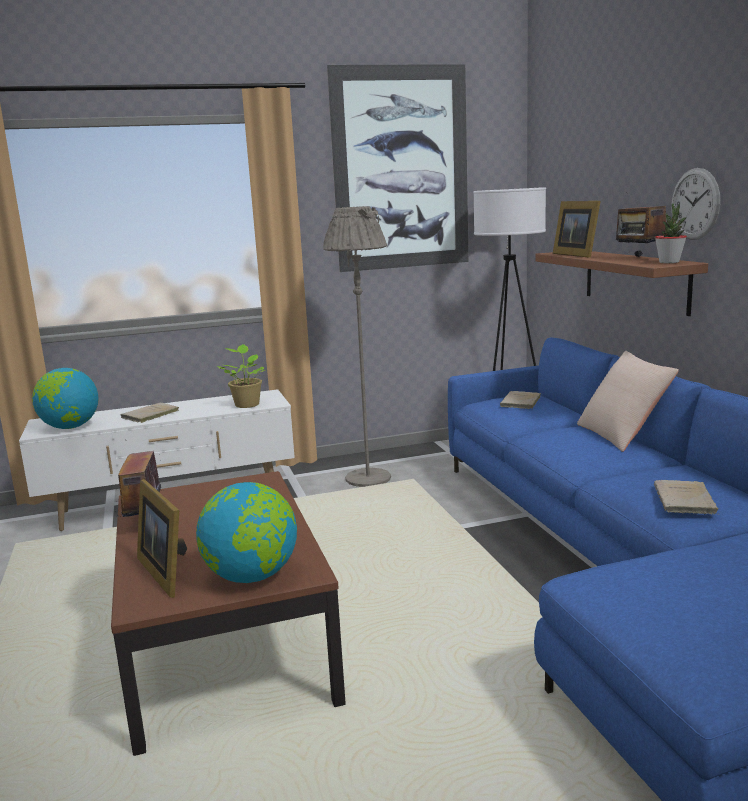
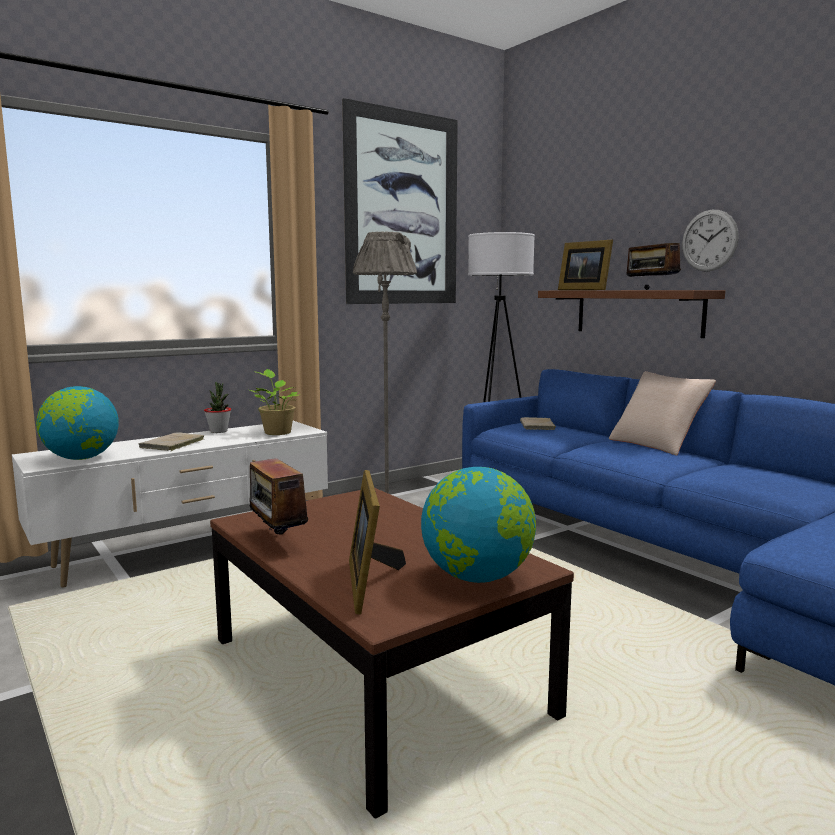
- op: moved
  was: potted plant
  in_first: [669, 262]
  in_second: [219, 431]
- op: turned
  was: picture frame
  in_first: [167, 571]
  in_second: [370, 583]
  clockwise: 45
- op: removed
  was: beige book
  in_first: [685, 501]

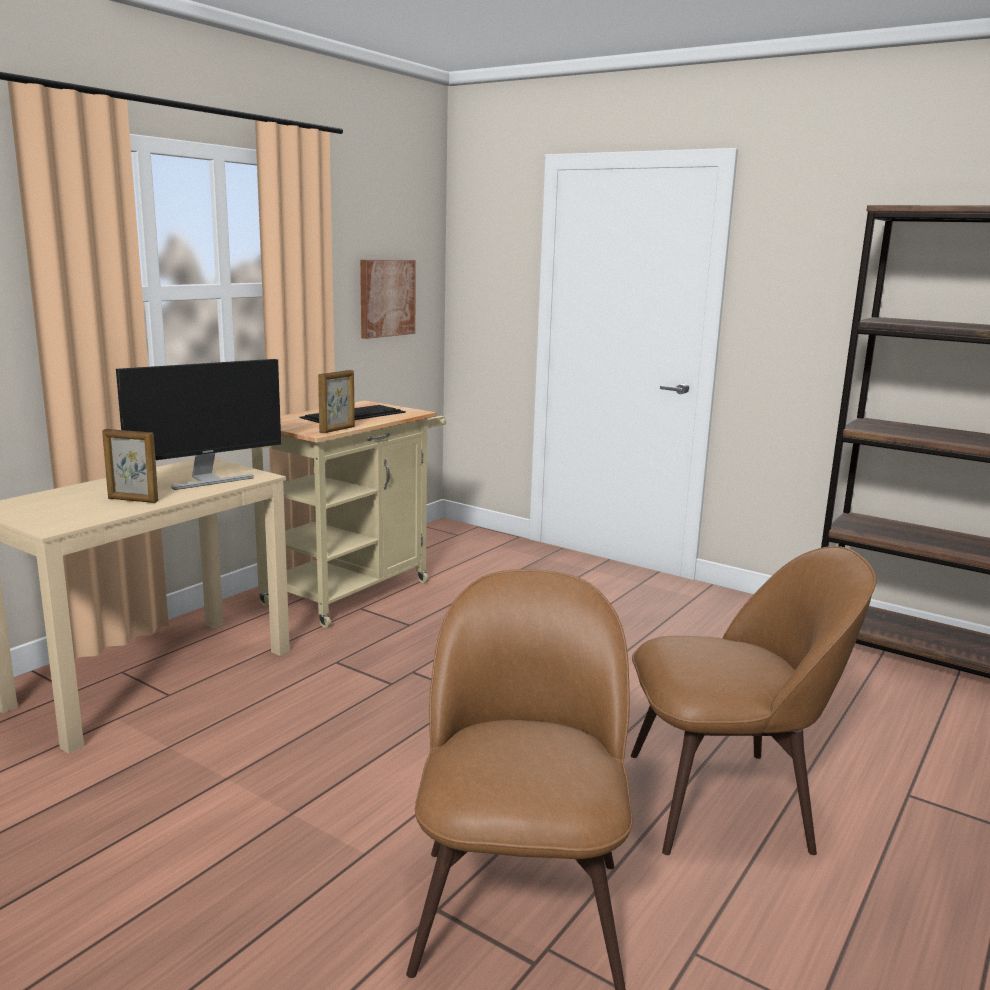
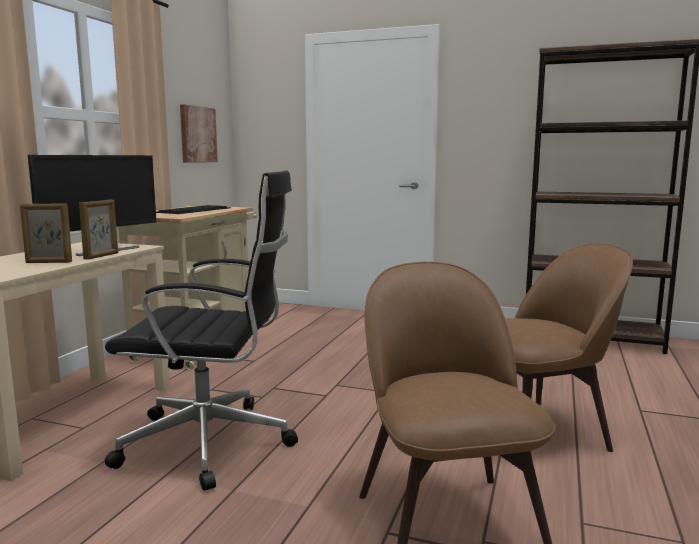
- op: moved
  was: picture frame
  in_first: [338, 430]
  in_second: [102, 256]
- op: added
  now: black office chair
  in_second: [212, 443]

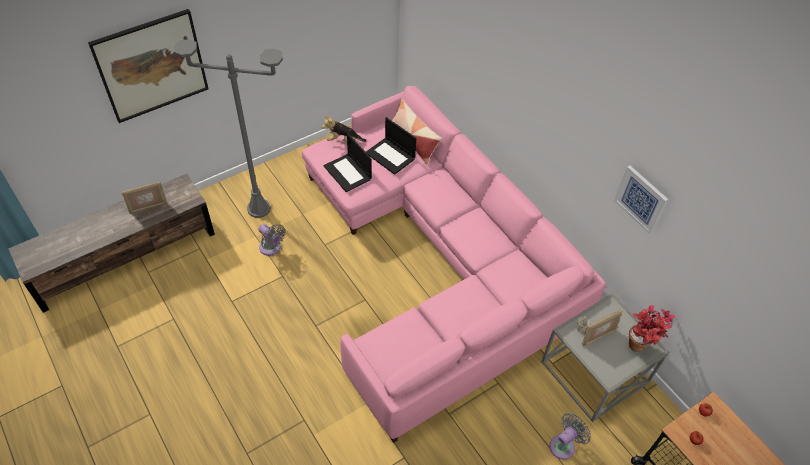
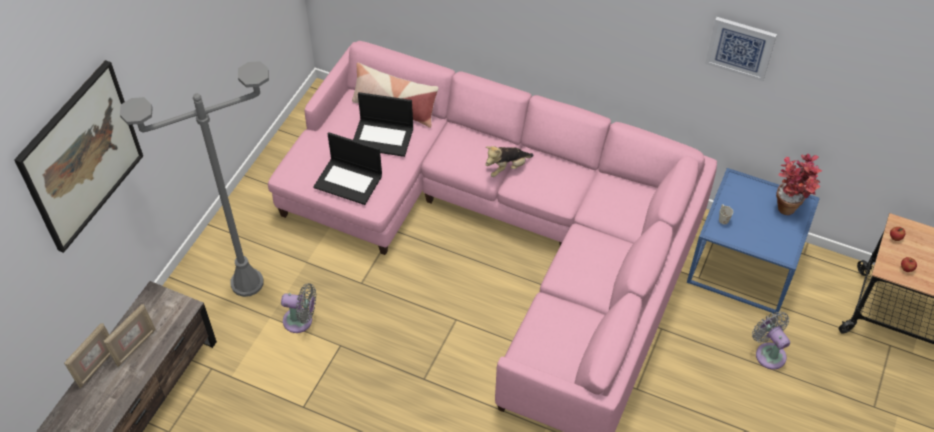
- op: moved
  was: picture frame
  in_first: [598, 336]
  in_second: [96, 366]
- op: moved
  was: soft toy
  in_first: [343, 140]
  in_second: [507, 168]
- op: recoloured
  was: greyish accent table
  now: bluish accent table
  in_first: [595, 372]
  in_second: [745, 263]
- op: turned
  was: greyish electric fan
  in_first: [564, 445]
  in_second: [768, 353]
  clockwise: -45

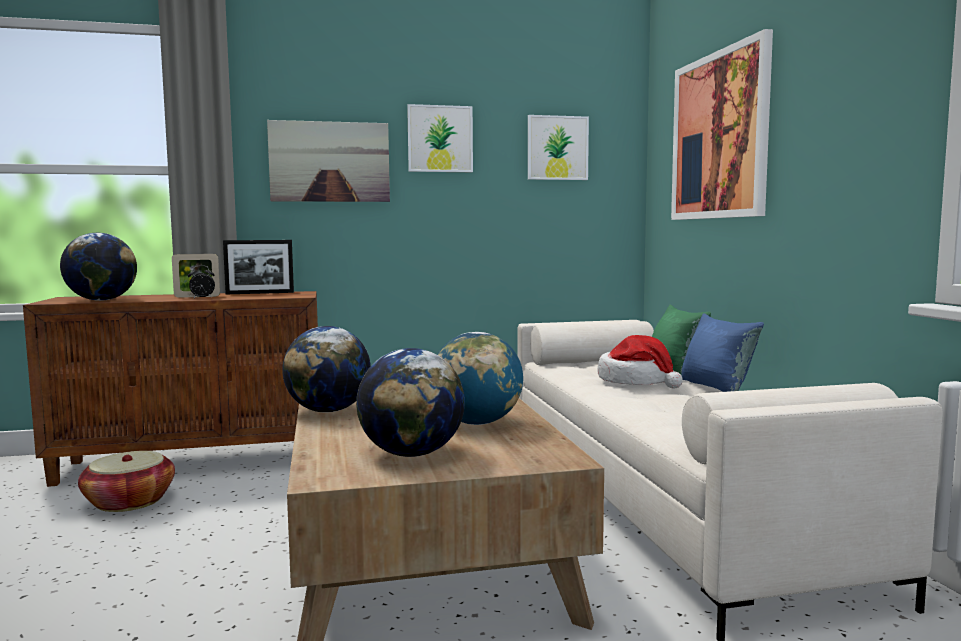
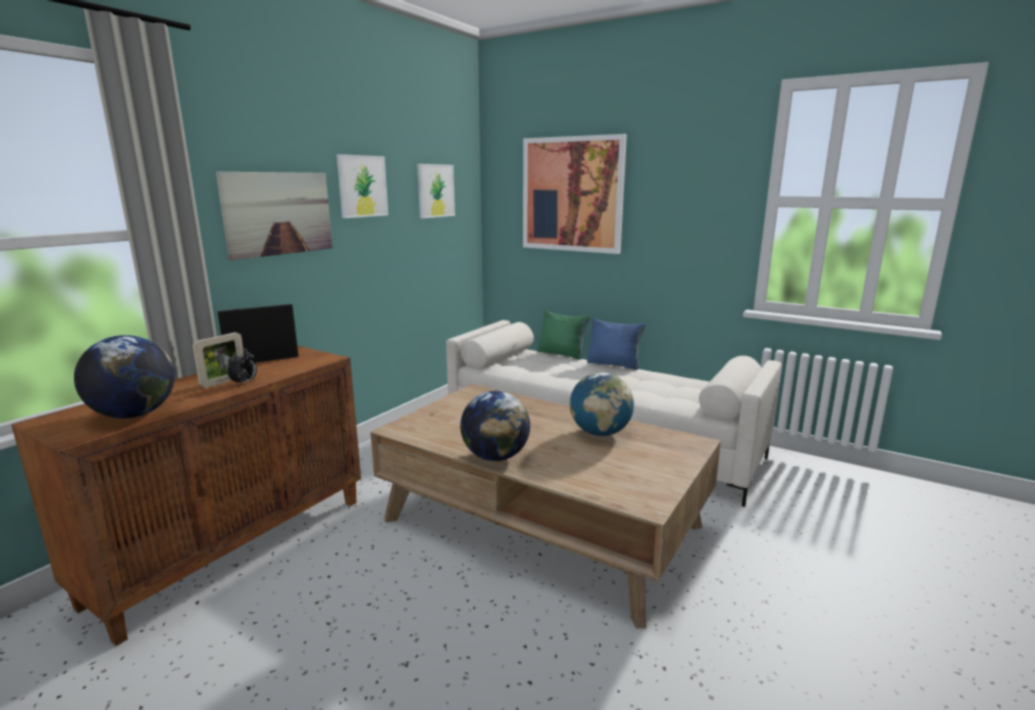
- op: turned
  was: picture frame
  in_first: [260, 293]
  in_second: [263, 361]
  clockwise: -150
- op: removed
  was: basket
  in_first: [129, 501]
- op: removed
  was: globe
  in_first: [412, 454]
- op: removed
  was: wearable hat
  in_first: [637, 381]

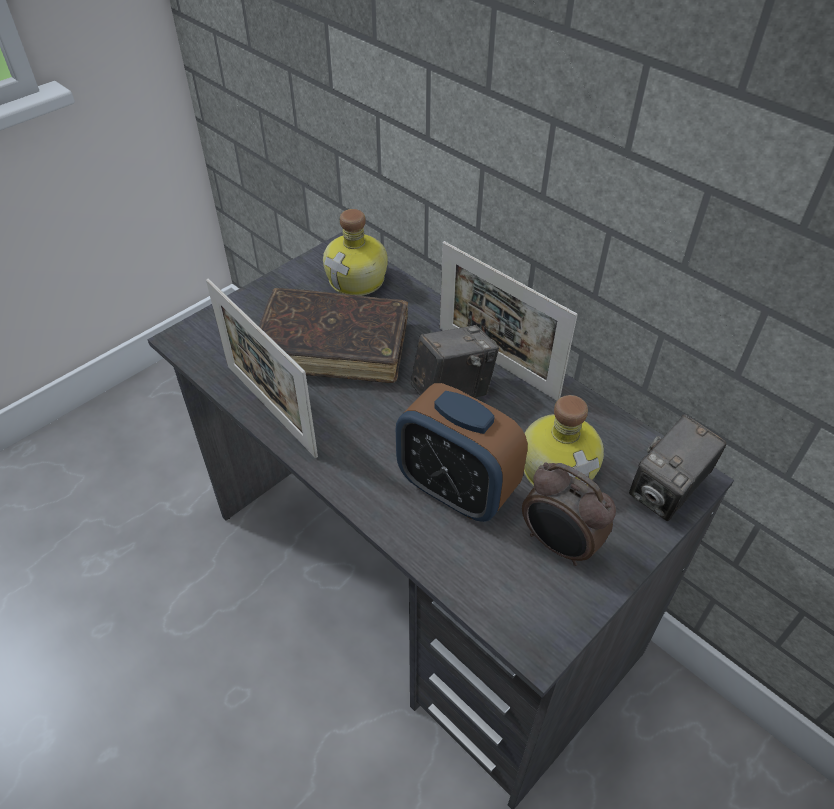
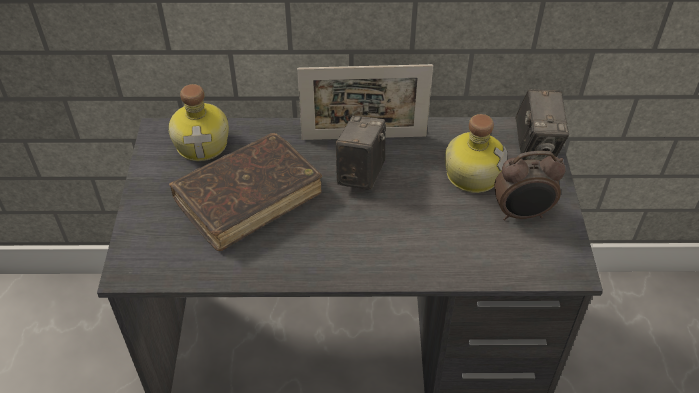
- op: removed
  was: picture frame
  in_first: [270, 409]
- op: removed
  was: alarm clock
  in_first: [456, 490]

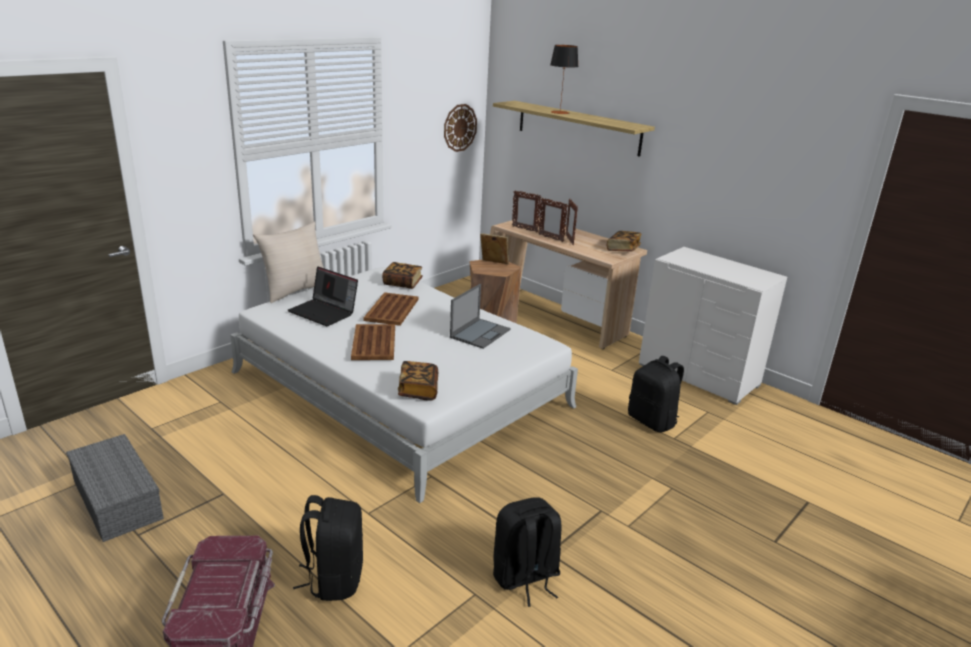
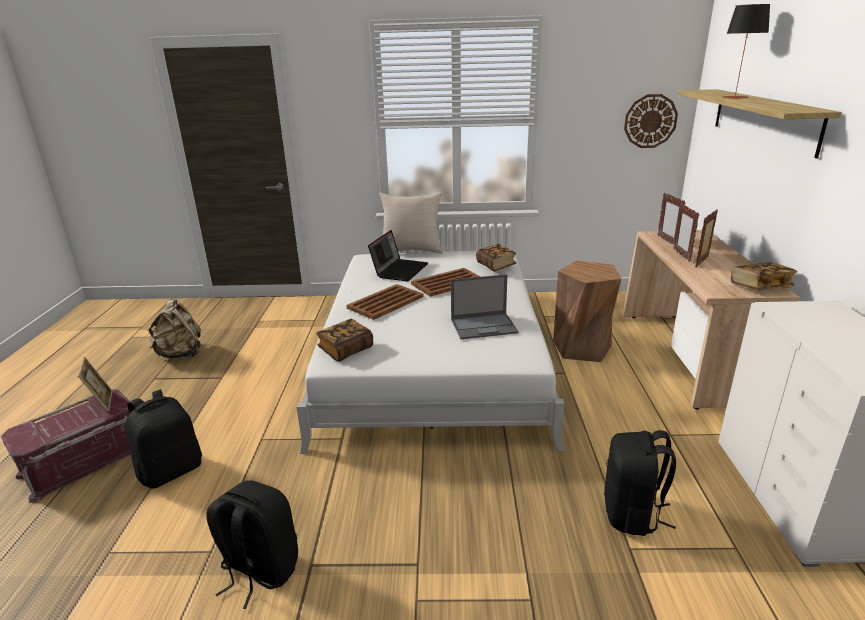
- op: moved
  was: picture frame
  in_first: [493, 263]
  in_second: [102, 402]
- op: replaced
  was: greyish storage bin
  now: beige rucksack
  in_first: [119, 500]
  in_second: [180, 354]
- op: turned
  was: laptop
  in_first: [324, 312]
  in_second: [399, 270]
  clockwise: -150

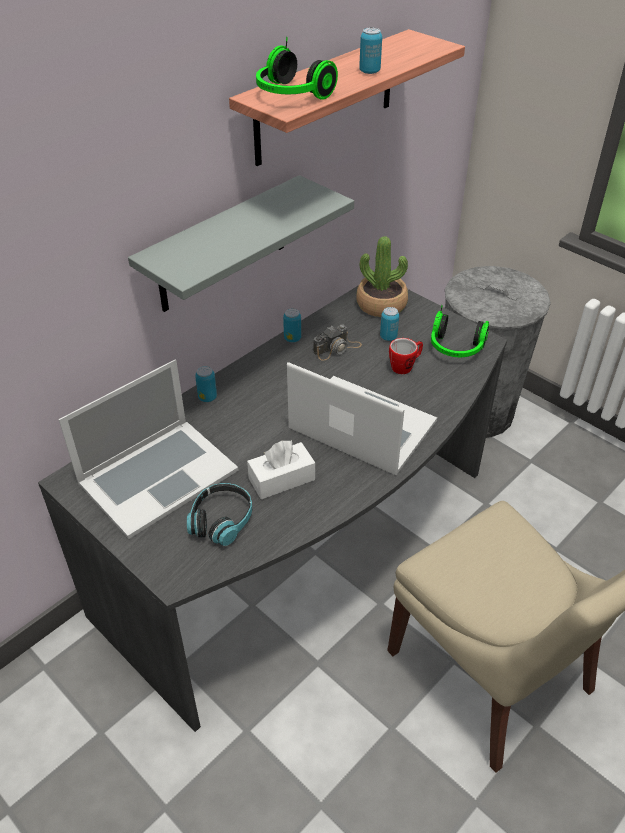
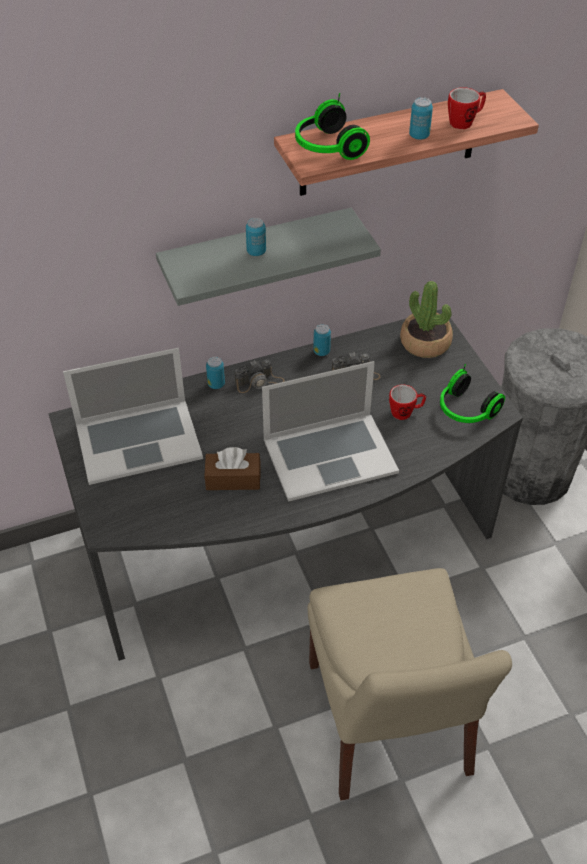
- op: recoloured
  was: white tissue holder
  now: brown-coloured tissue holder
  in_first: [281, 479]
  in_second: [233, 479]
- op: added
  now: still camera
  in_second: [259, 382]
- op: moved
  was: metal can
  in_first: [388, 337]
  in_second: [256, 252]
- op: turned
  was: laptop
  in_first: [361, 425]
  in_second: [329, 455]
  clockwise: 105
- op: added
  now: coffee mug
  in_second: [465, 122]
- op: removed
  was: headphones
  in_first: [221, 520]

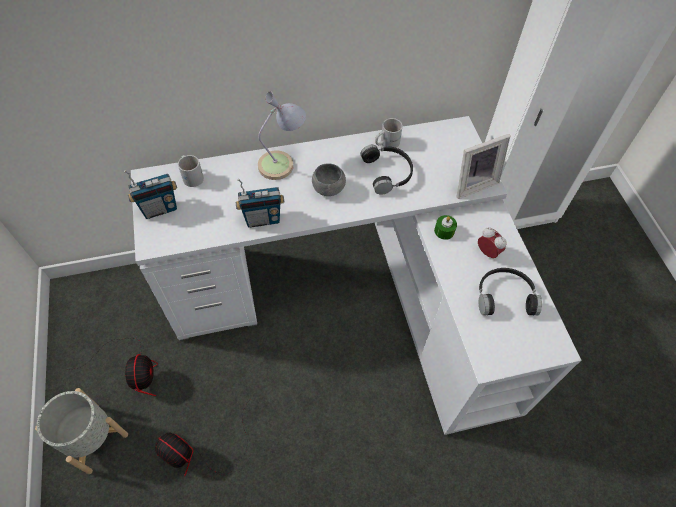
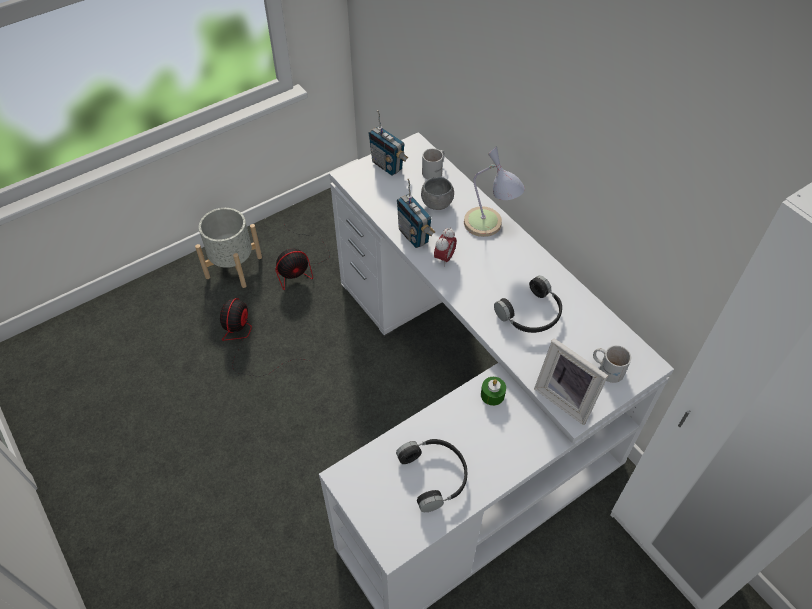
- op: moved
  was: greyish bowl
  in_first: [328, 188]
  in_second: [437, 203]
- op: moved
  was: alarm clock
  in_first: [487, 252]
  in_second: [444, 258]
- op: moved
  was: white coffee mug
  in_first: [386, 142]
  in_second: [607, 368]

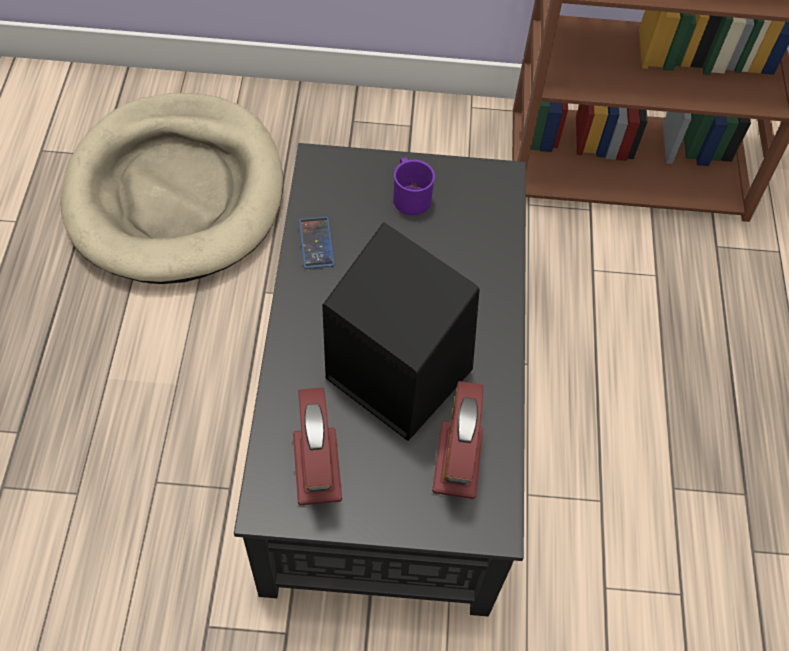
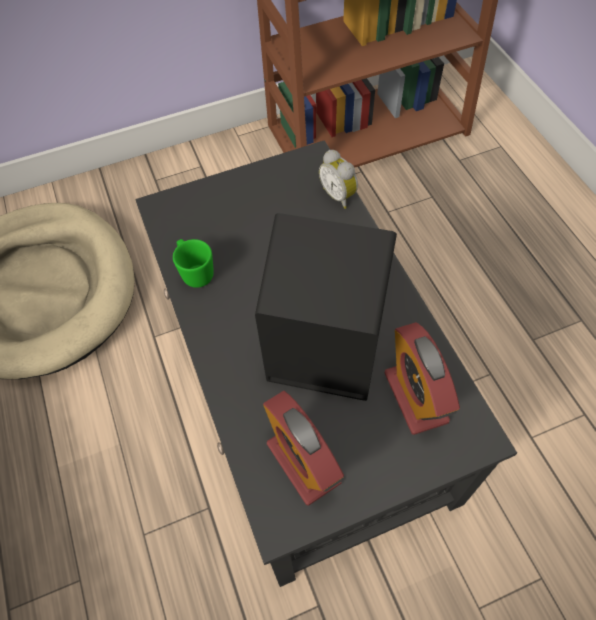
- op: replaced
  was: telephone
  now: green-coloured coffee mug
  in_first: [316, 243]
  in_second: [195, 272]
- op: added
  now: alarm clock
  in_second: [339, 195]
- op: removed
  was: purple-coloured coffee mug
  in_first: [409, 195]

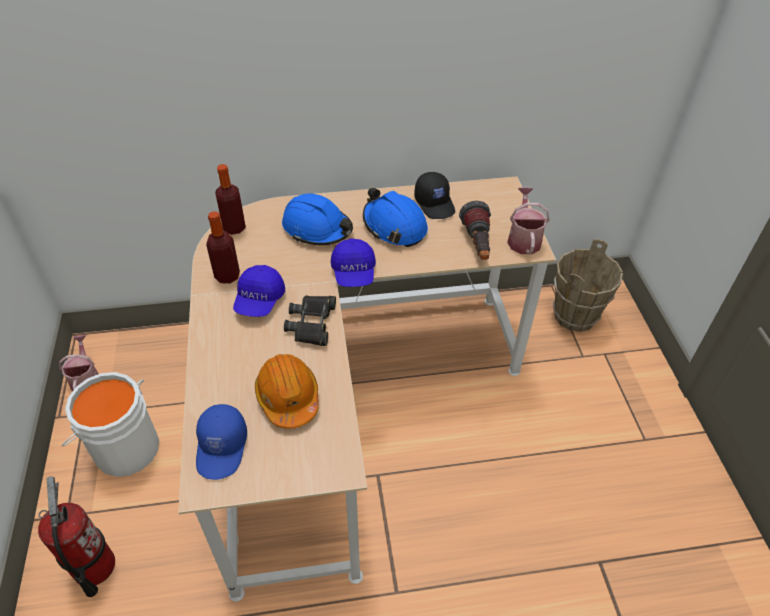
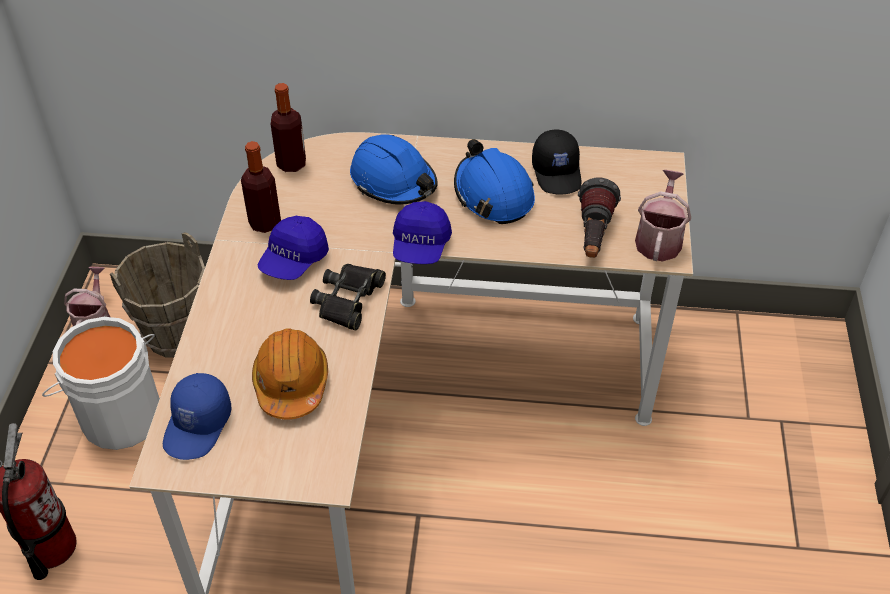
- op: moved
  was: brown-coloured bucket
  in_first: [575, 316]
  in_second: [177, 336]

